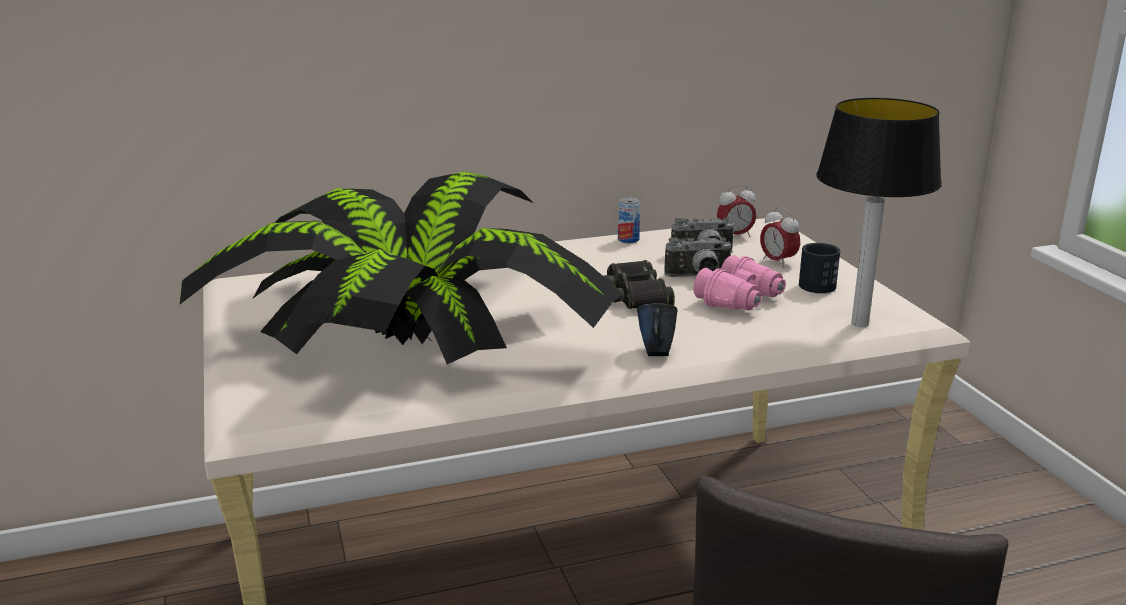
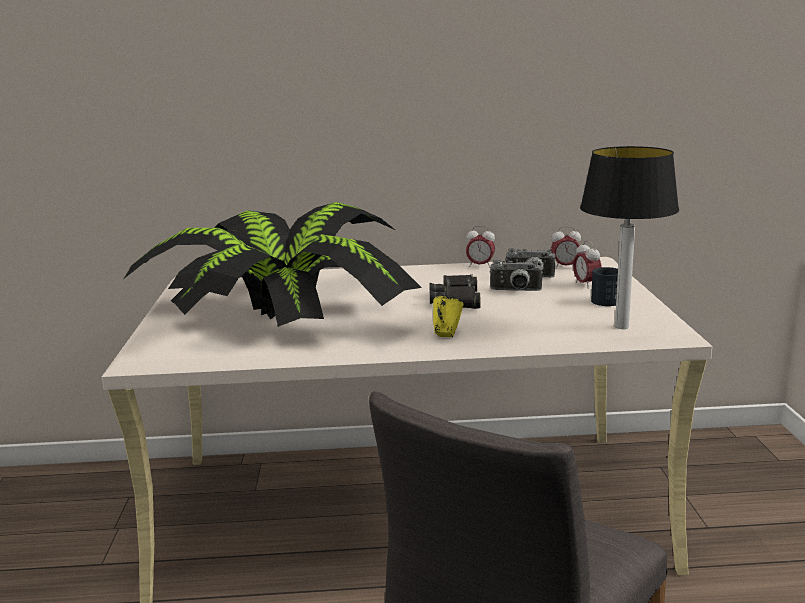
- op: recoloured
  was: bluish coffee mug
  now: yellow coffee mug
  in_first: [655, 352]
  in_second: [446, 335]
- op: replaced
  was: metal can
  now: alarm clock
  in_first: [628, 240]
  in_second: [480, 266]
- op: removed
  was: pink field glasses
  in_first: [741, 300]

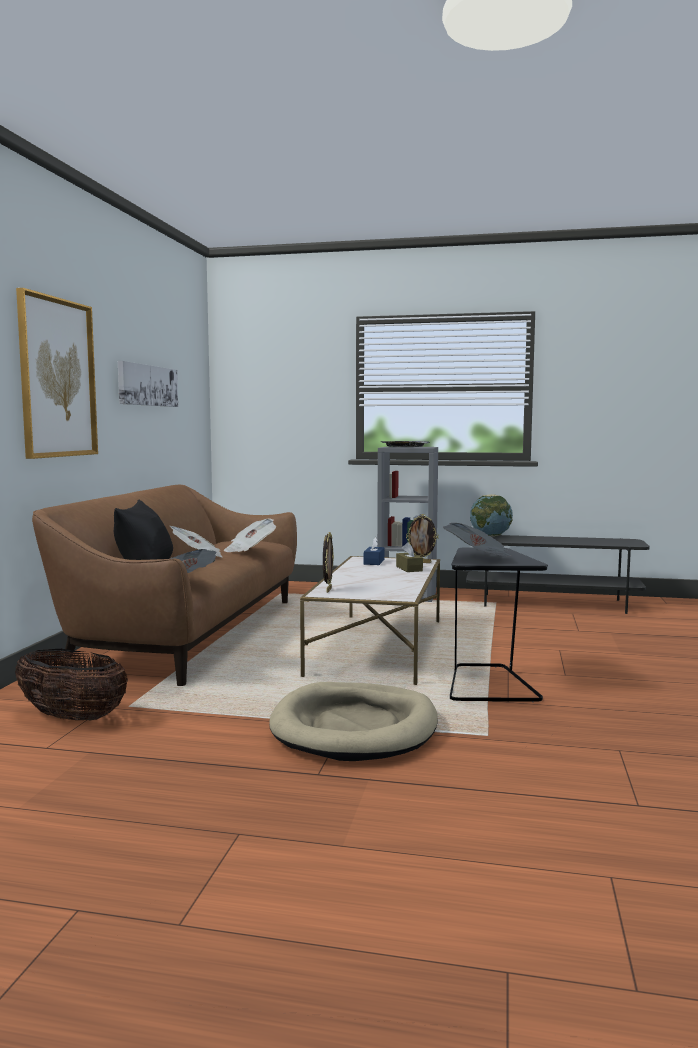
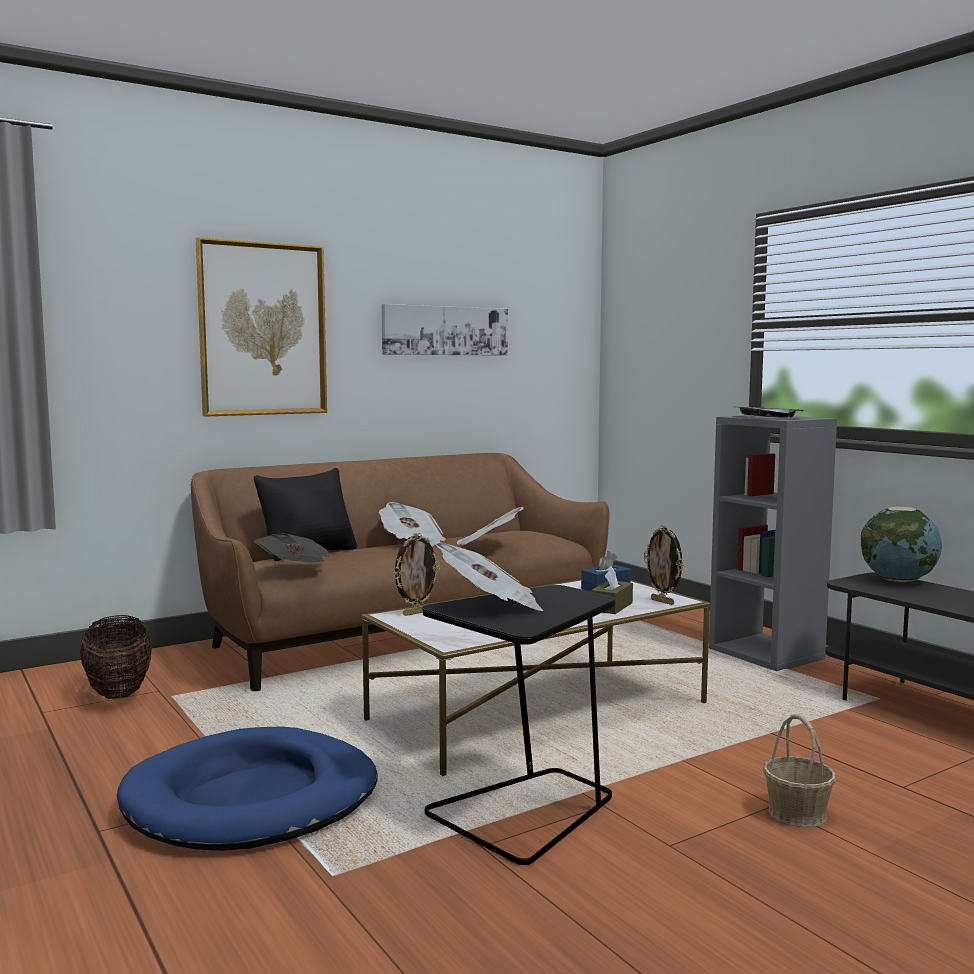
- op: recoloured
  was: beige pet bed
  now: bluish pet bed
  in_first: [355, 728]
  in_second: [252, 798]
- op: added
  now: basket
  in_second: [797, 813]

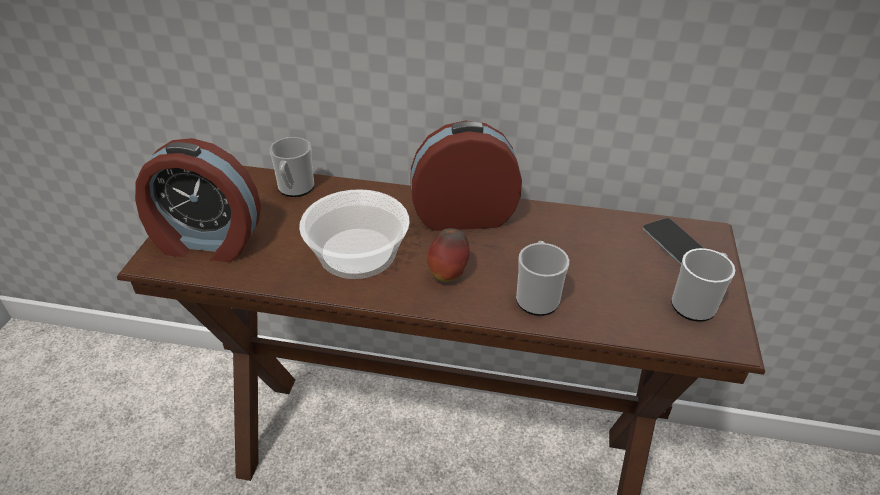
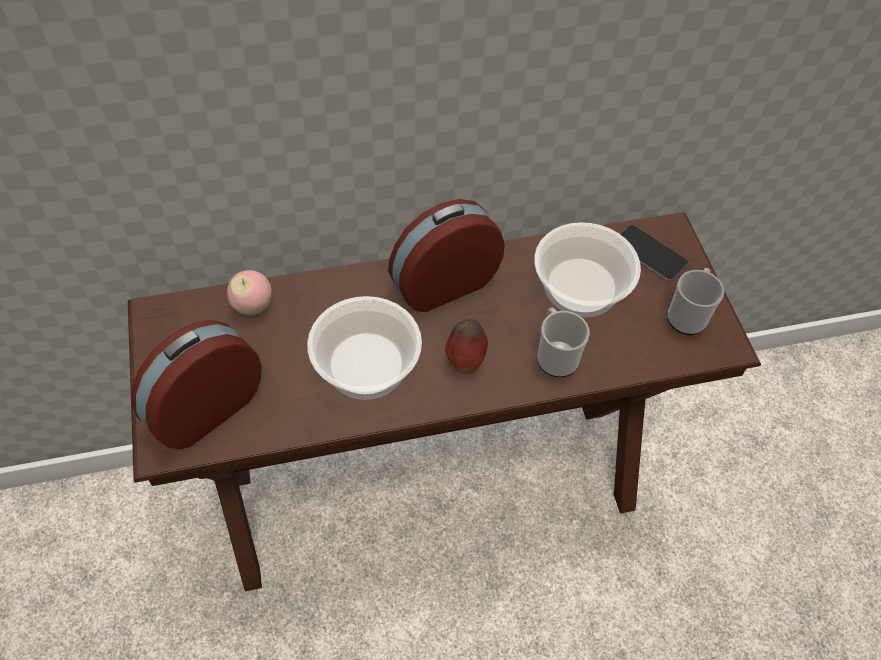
- op: turned
  was: alarm clock
  in_first: [207, 242]
  in_second: [204, 407]
  clockwise: 150
- op: replaced
  was: coffee mug
  now: whole apple
  in_first: [295, 189]
  in_second: [253, 306]
- op: added
  now: bowl
  in_second: [582, 287]

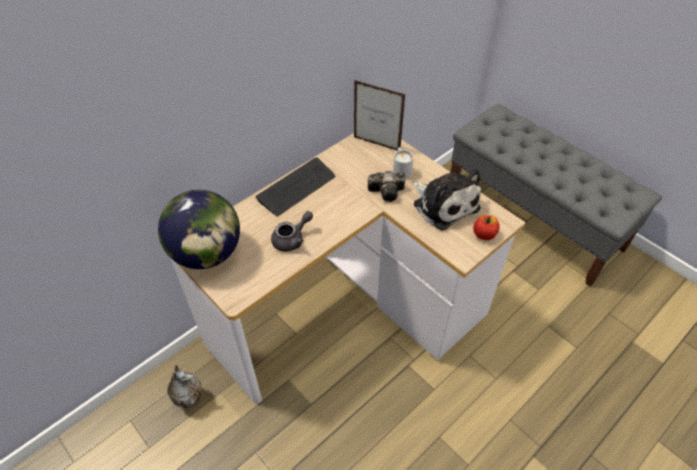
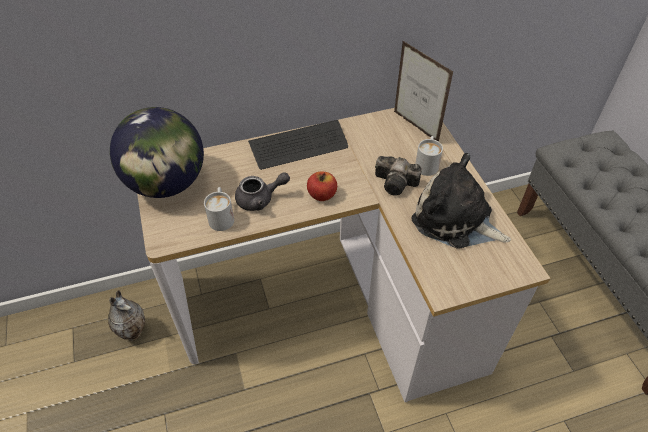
- op: added
  now: white coffee mug
  in_second: [221, 216]
- op: moved
  was: whole apple
  in_first: [484, 234]
  in_second: [322, 195]
- op: turned
  was: soft toy
  in_first: [444, 204]
  in_second: [456, 220]
  clockwise: 135

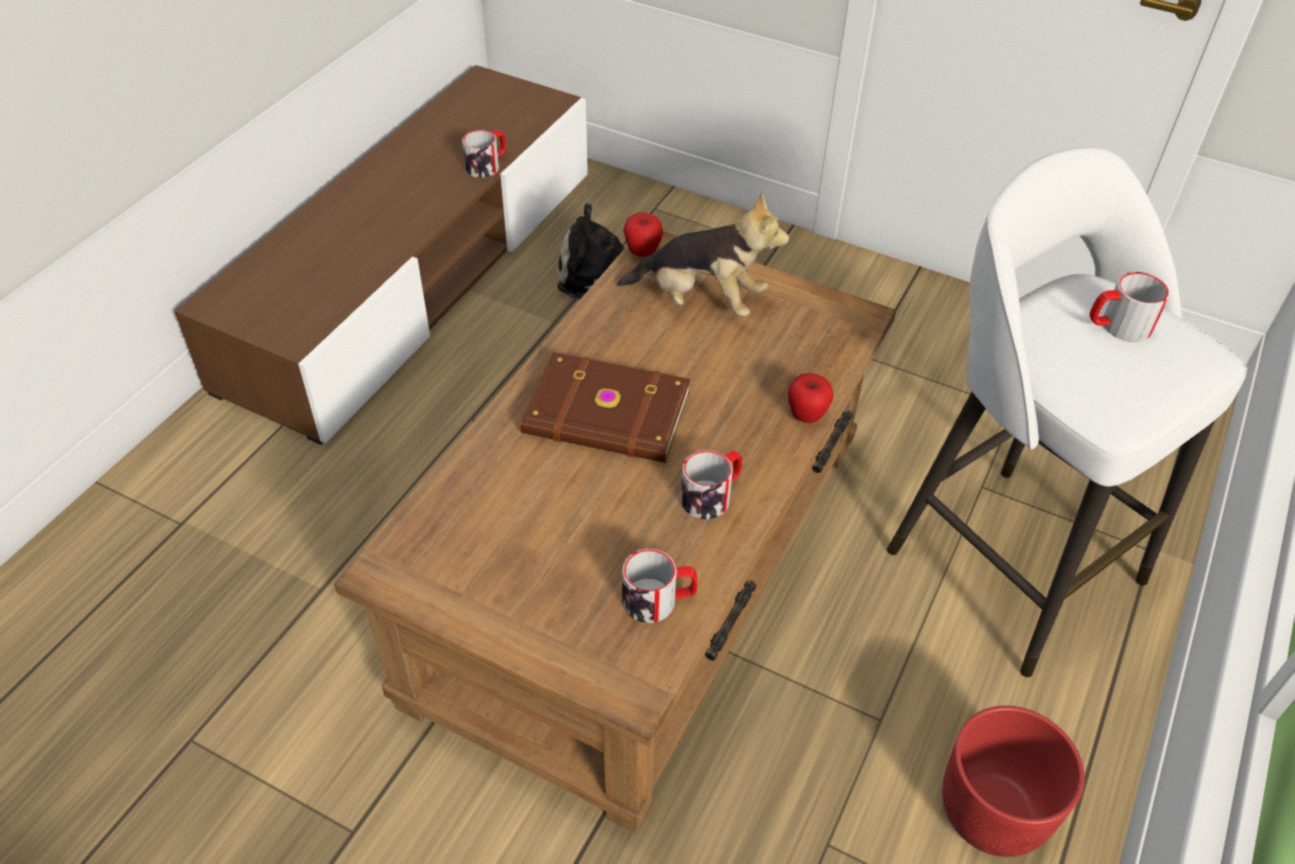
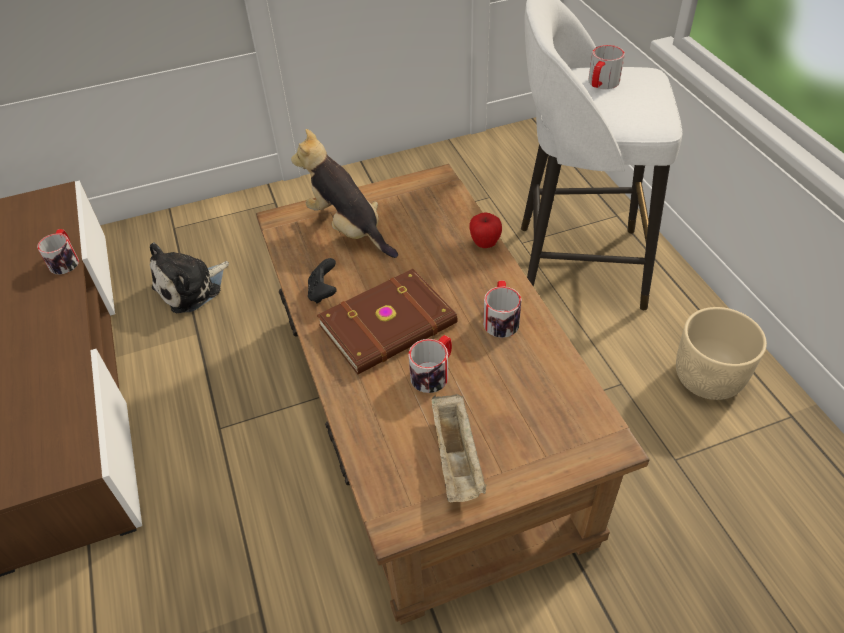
- op: turned
  was: soft toy
  in_first: [701, 300]
  in_second: [348, 229]
  clockwise: -105
- op: added
  now: black game controller
  in_second: [323, 292]
- op: moved
  was: coffee mug
  in_first: [659, 600]
  in_second: [433, 372]
- op: added
  now: beige carrying tray
  in_second: [457, 459]
- op: recoloured
  was: red-coloured planter
  now: beige planter
  in_first: [993, 811]
  in_second: [708, 378]
- op: removed
  was: whole apple
  in_first: [642, 252]

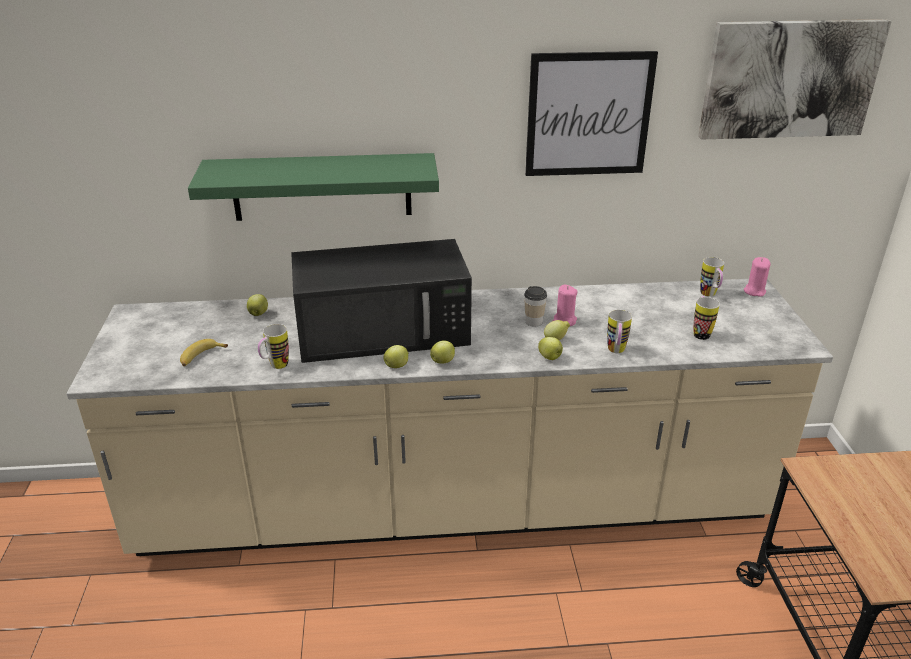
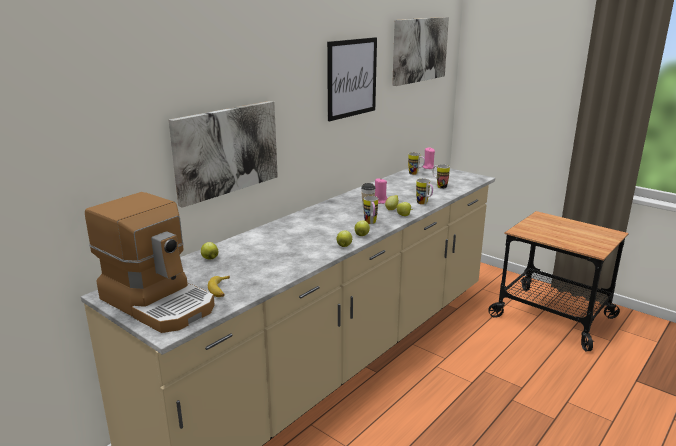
- op: added
  now: coffee machine
  in_second: [159, 302]
- op: replaced
  was: green-coloured bracket shelf
  now: wall art
  in_first: [322, 187]
  in_second: [226, 150]
- op: moved
  was: coffee mug
  in_first: [275, 367]
  in_second: [371, 223]
- op: removed
  was: black kitchen microwave
  in_first: [385, 330]

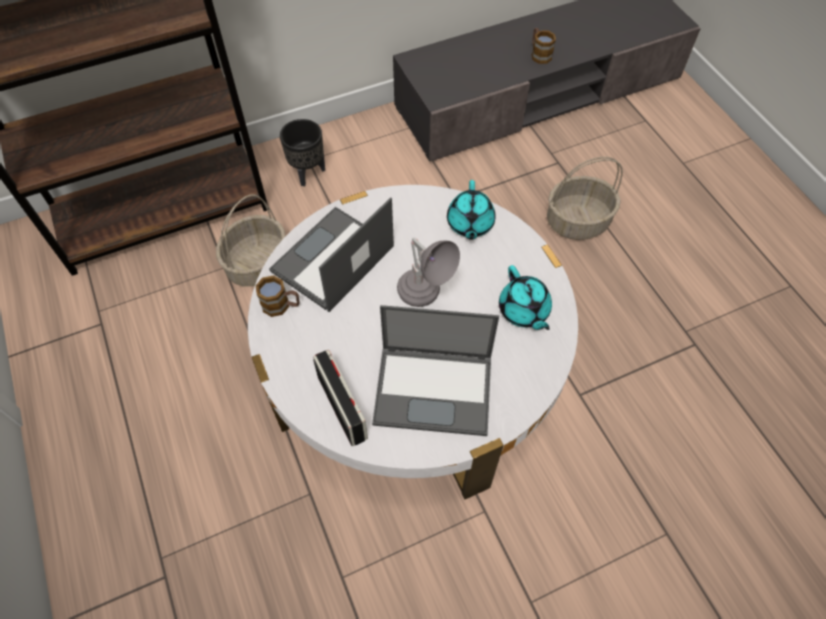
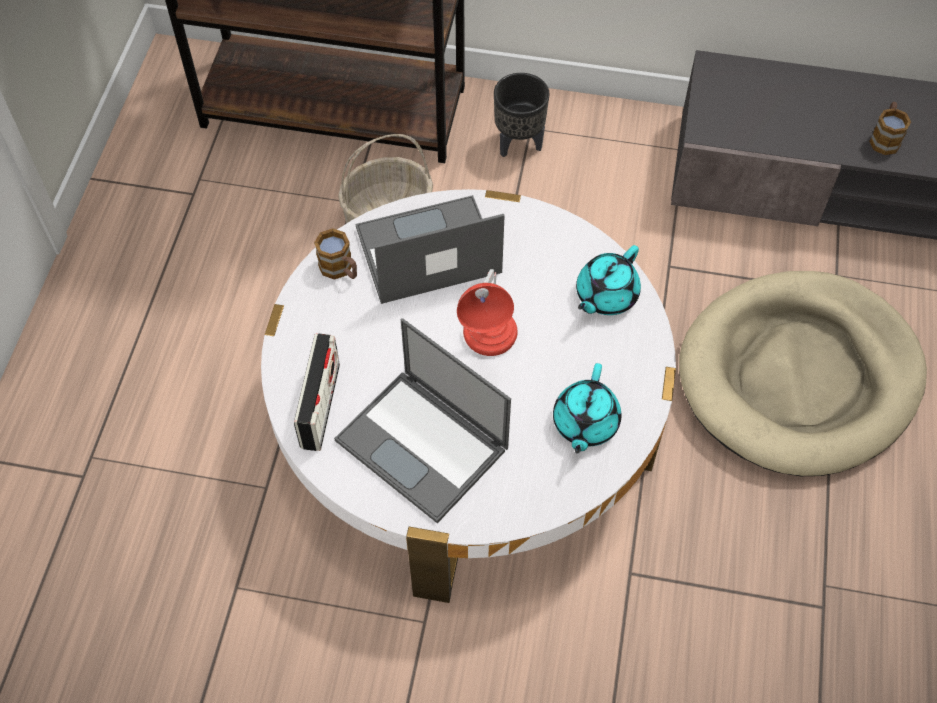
- op: recoloured
  was: greyish tabletop lamp
  now: red-coloured tabletop lamp
  in_first: [424, 299]
  in_second: [488, 348]
- op: replaced
  was: basket
  now: beige pet bed
  in_first: [577, 221]
  in_second: [799, 376]

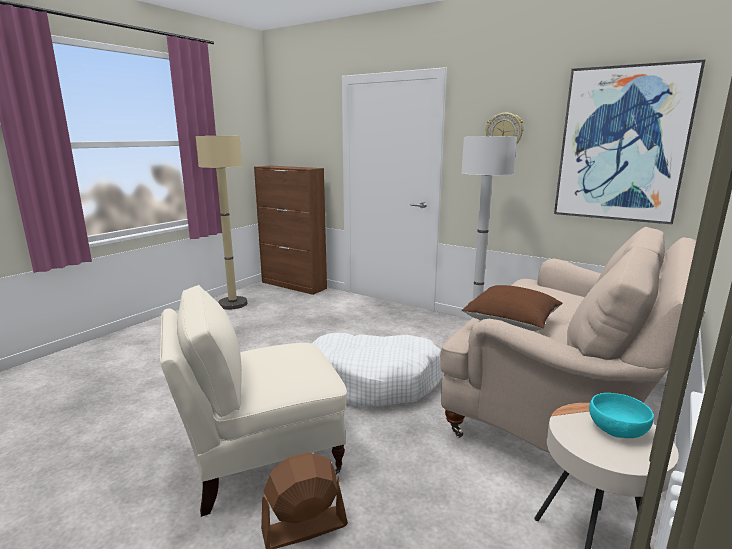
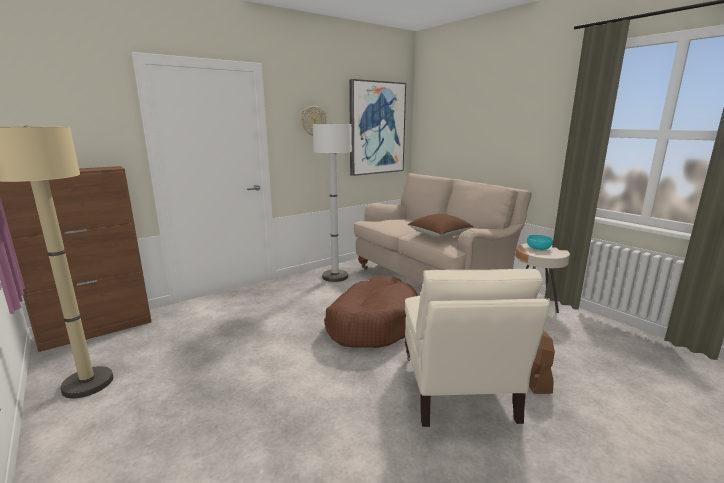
- op: recoloured
  was: white pet bed
  now: brown-coloured pet bed
  in_first: [374, 381]
  in_second: [372, 323]

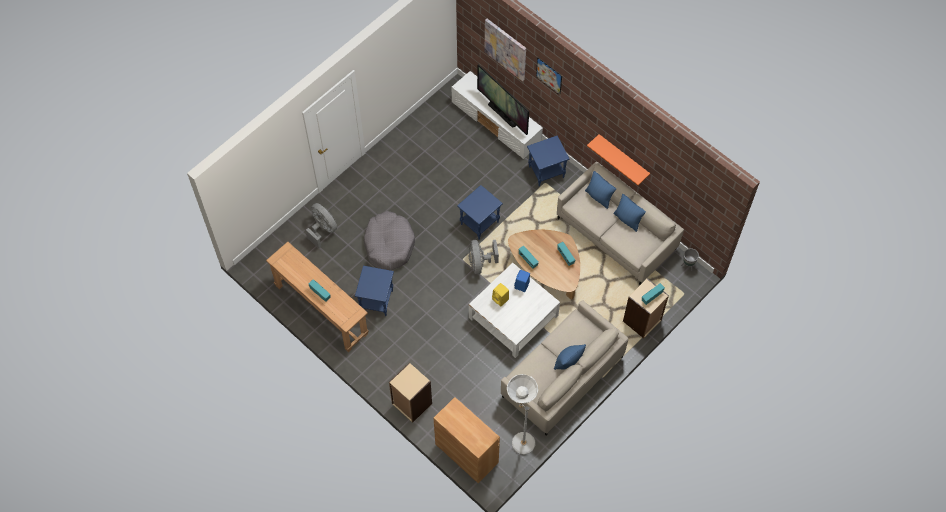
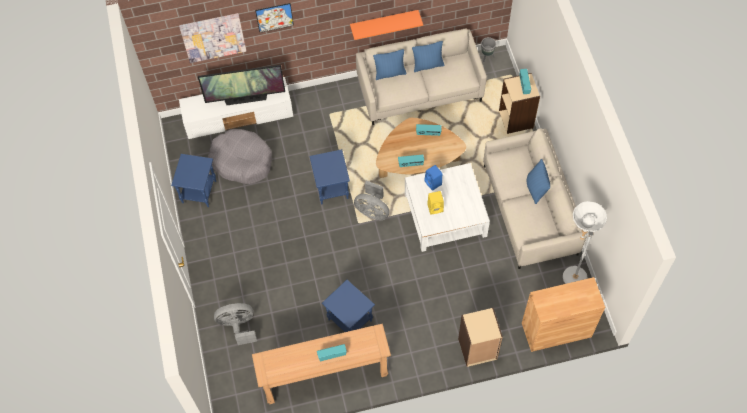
- op: moved
  was: bluish accent table
  in_first: [546, 171]
  in_second: [198, 191]
- op: moved
  was: greyish pet bed
  in_first: [389, 245]
  in_second: [241, 161]

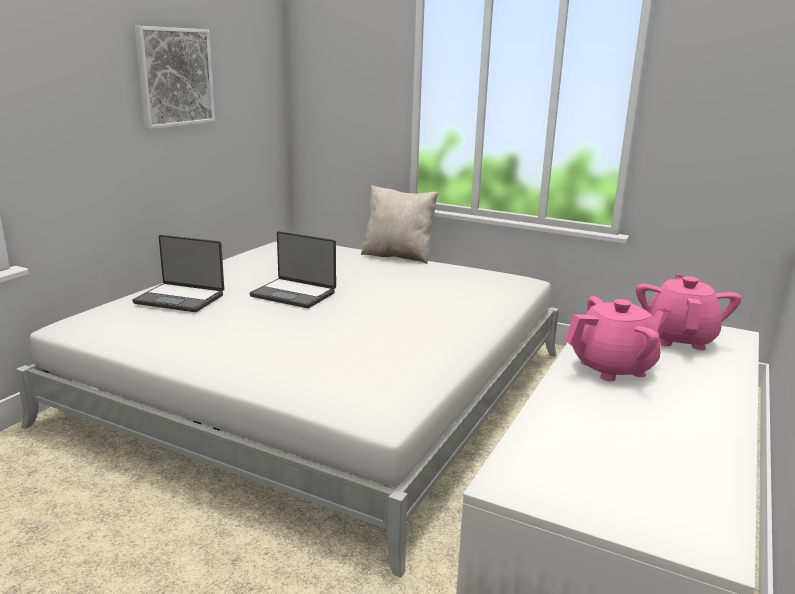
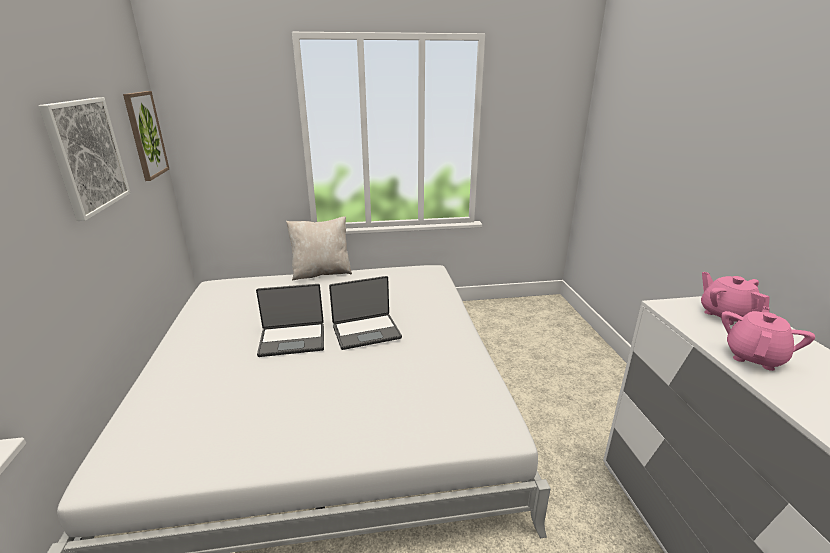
- op: added
  now: wall art
  in_second: [145, 135]
- op: moved
  was: laptop
  in_first: [180, 298]
  in_second: [366, 331]

